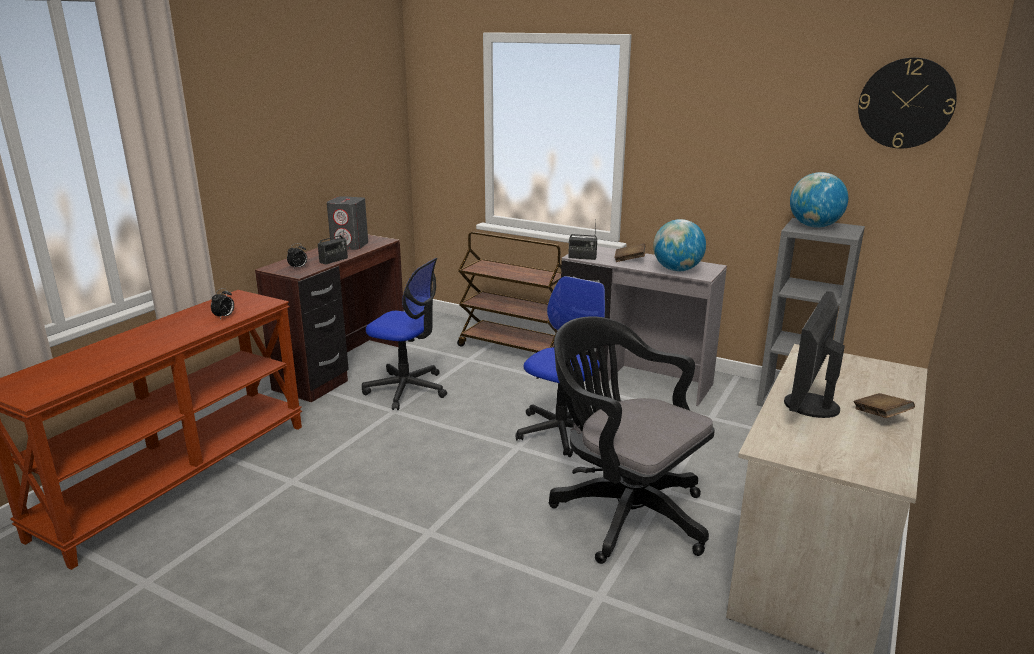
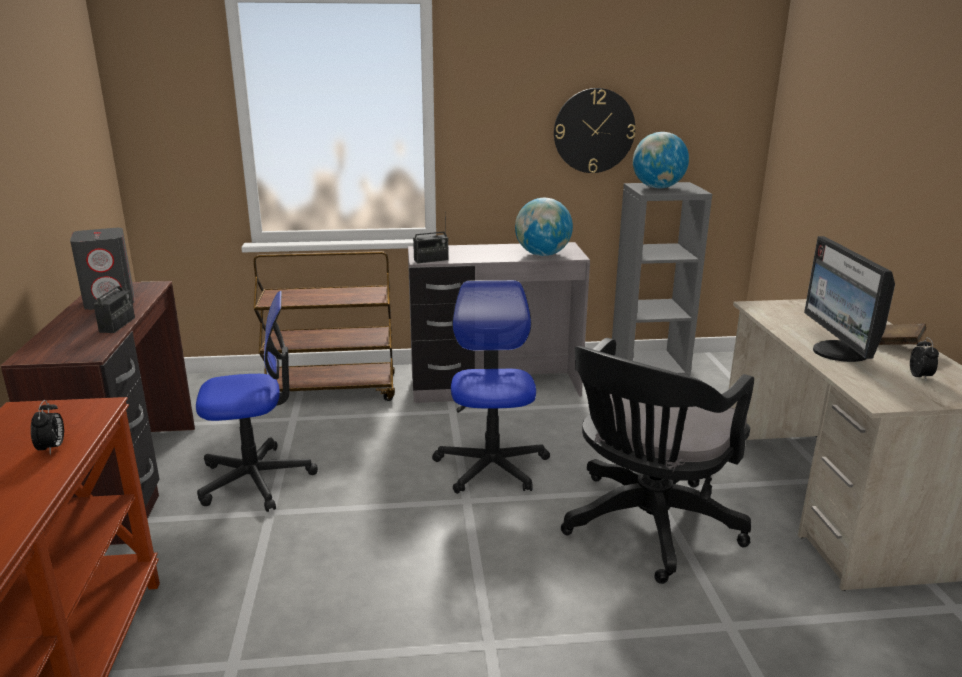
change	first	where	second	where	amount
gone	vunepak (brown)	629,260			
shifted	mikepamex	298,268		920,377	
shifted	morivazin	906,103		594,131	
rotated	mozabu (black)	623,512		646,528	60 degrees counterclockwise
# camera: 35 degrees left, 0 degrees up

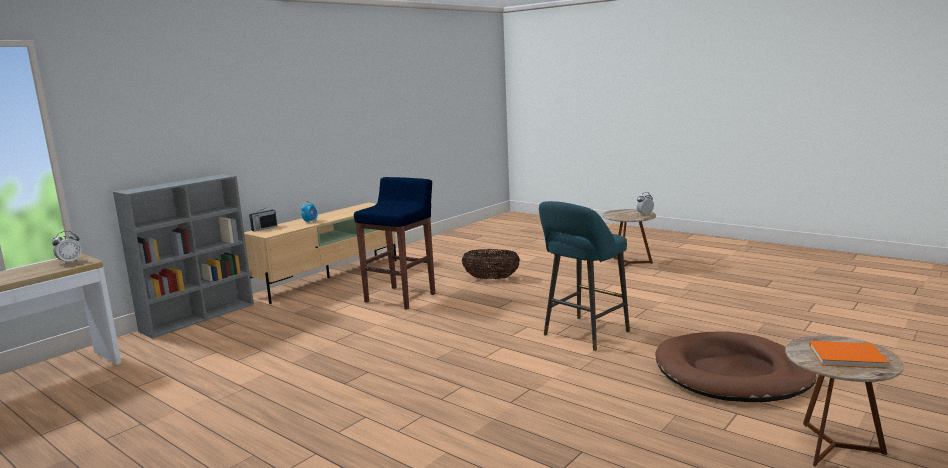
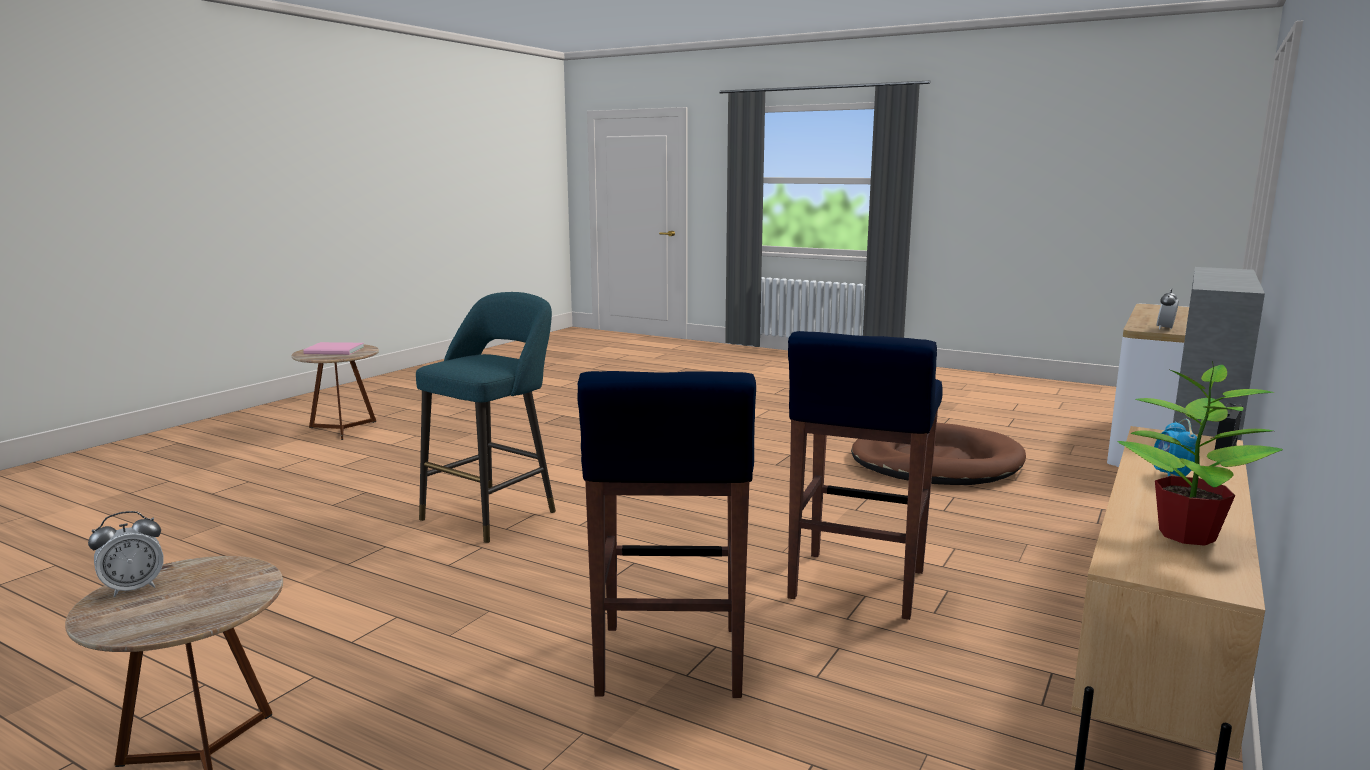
change	first	where	second	where	amount
new			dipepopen	1185,535	
shifted	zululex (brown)	732,373		935,463	
swapped	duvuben	491,279	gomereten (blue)	669,662	
repainted	vunepak (orange)	844,356	vunepak (pink)	335,351	
# camera: 170 degrees right, 0 degrees up

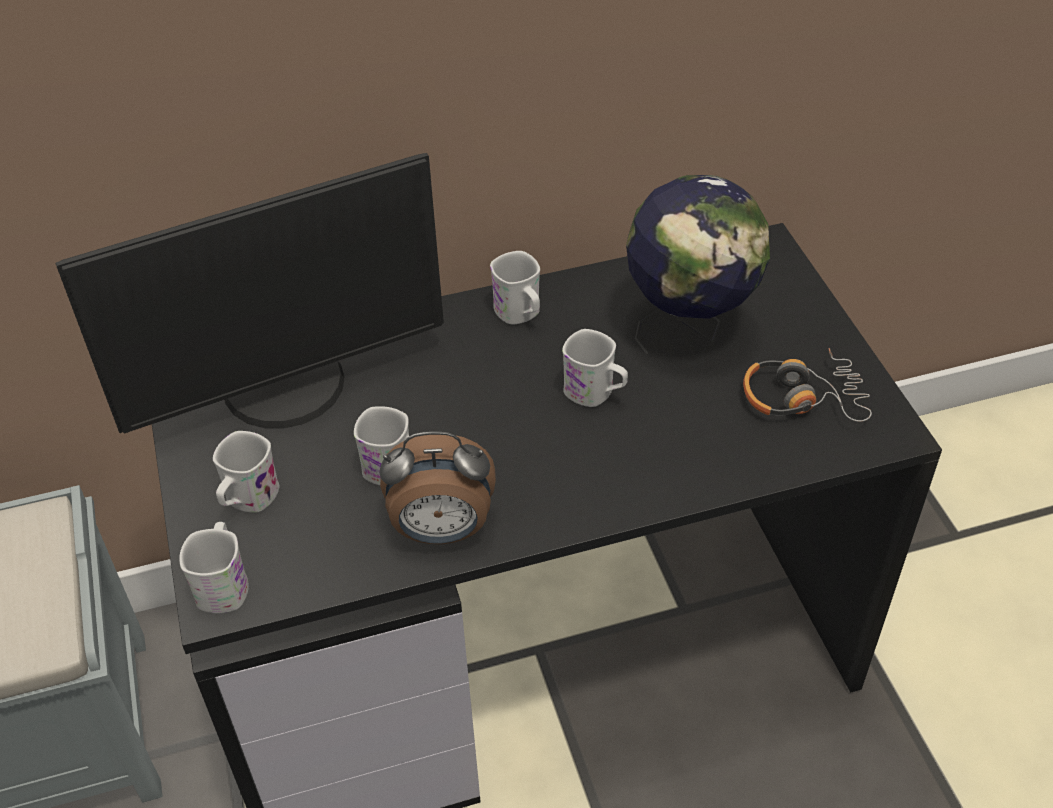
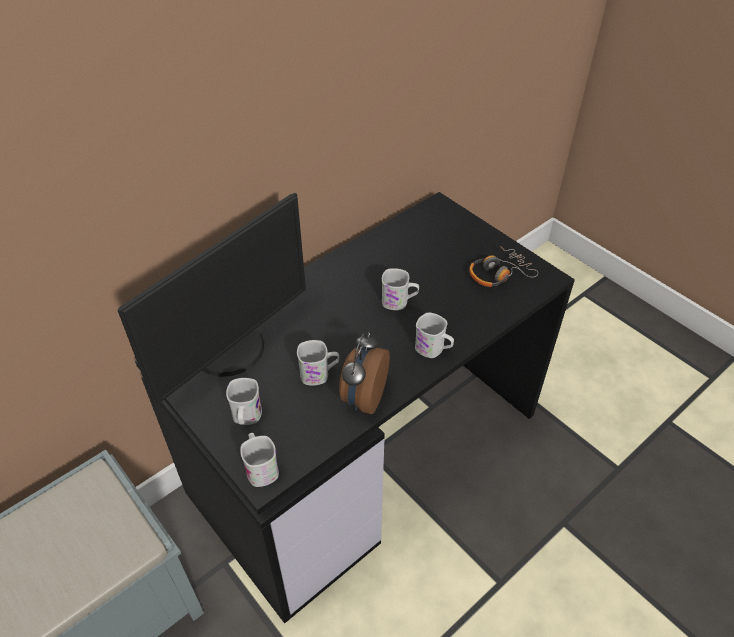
change	first	where	second	where	amount
gone	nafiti	689,327			
shifted	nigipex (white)	520,314		433,349	
rotated	mikepamex	441,530		363,397	135 degrees clockwise
# camera: 25 degrees left, 0 degrees up

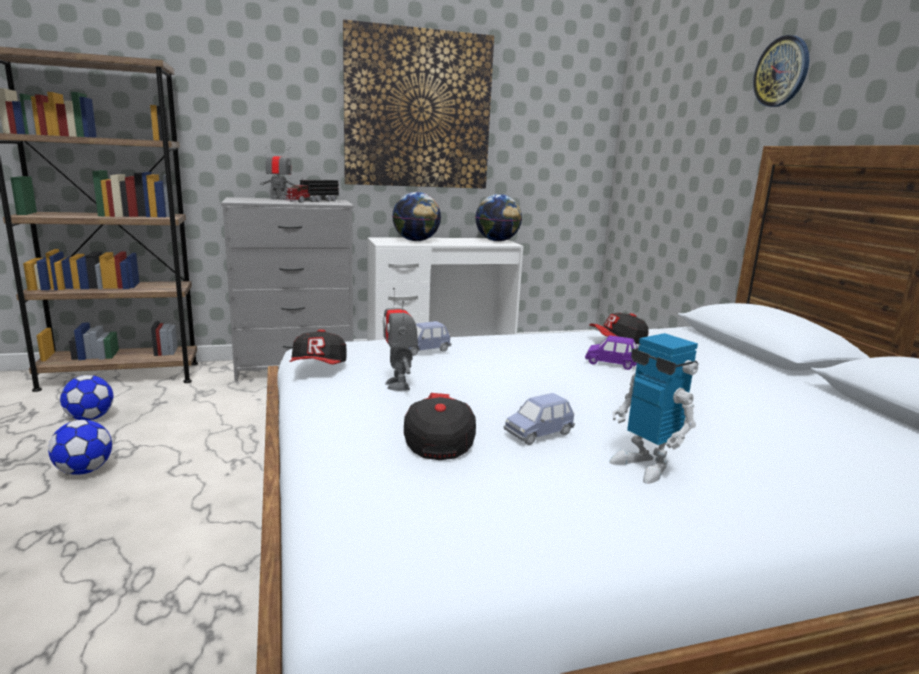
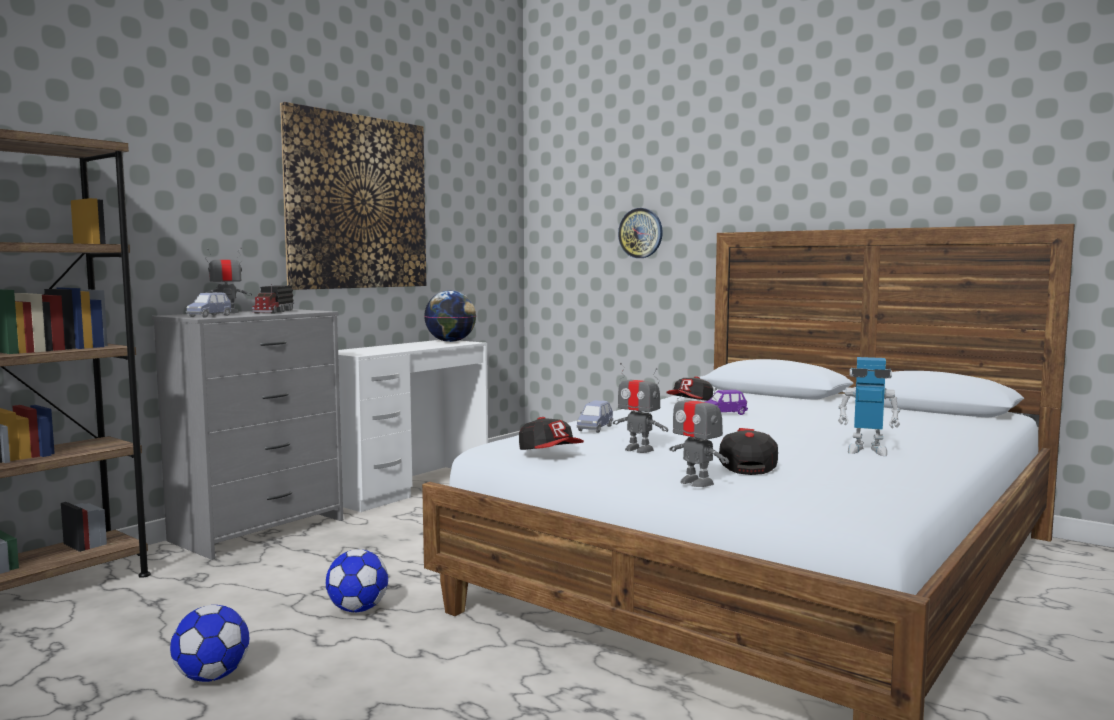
change	first	where	second	where	amount
gone	nafiti	416,241			
new			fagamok	696,482	
shifted	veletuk	90,418		357,609	
shifted	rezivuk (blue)	538,434		209,316	
shifted	morivazin	781,72		641,233	
rotated	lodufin	438,440		746,466	45 degrees clockwise
# camera: 35 degrees left, 10 degrees down

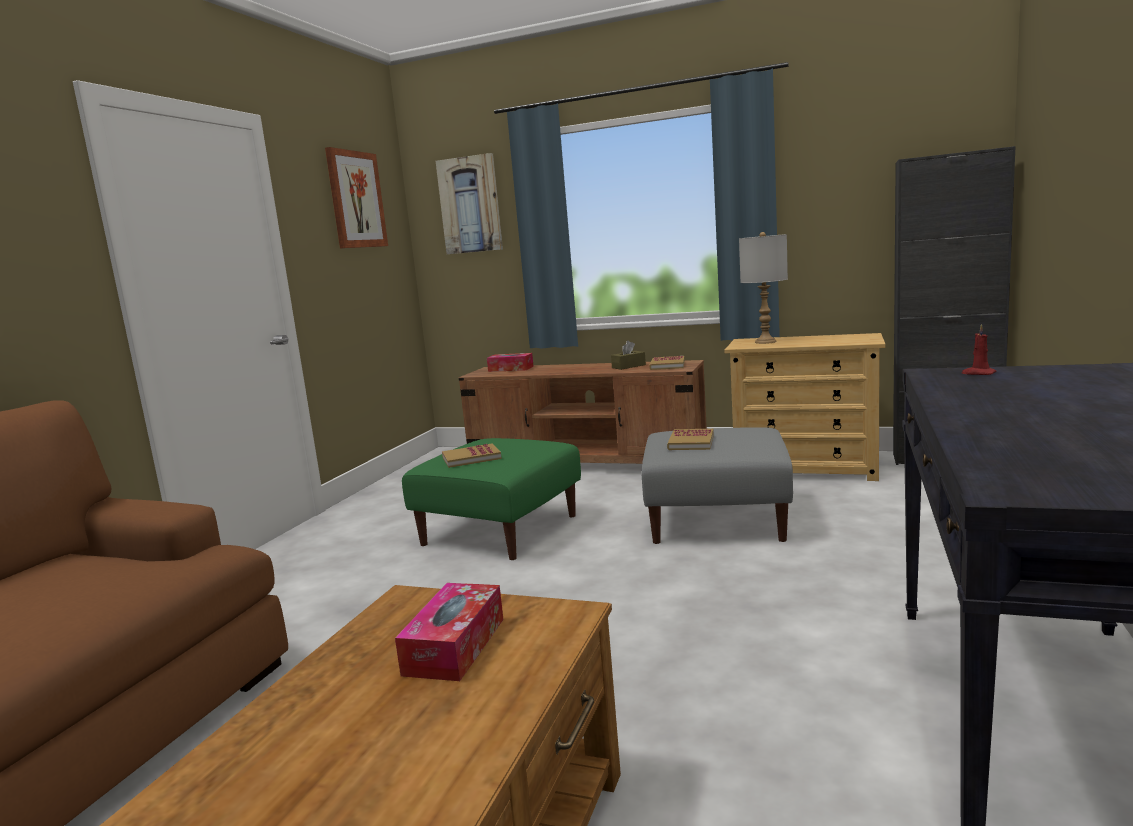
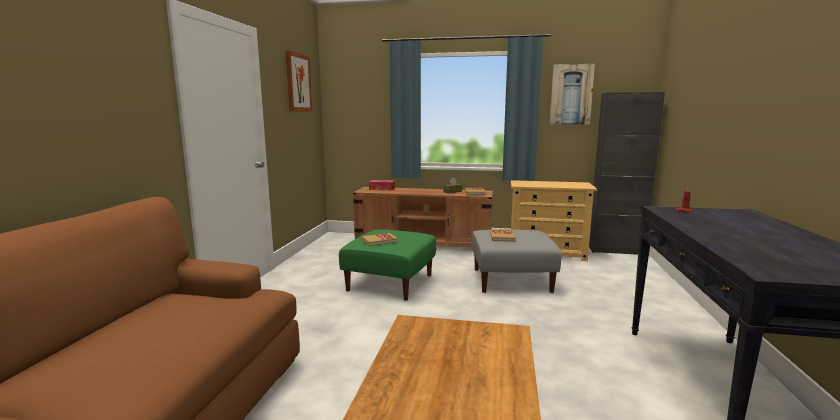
change	first	where	second	where	amount
gone	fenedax	455,646			
gone	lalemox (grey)	765,342			
shifted	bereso	470,205		571,94	
# camera: 10 degrees left, 0 degrees up

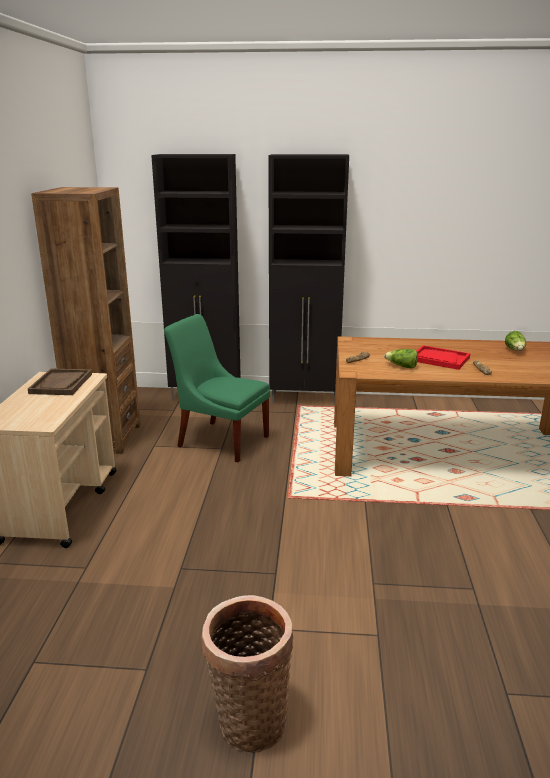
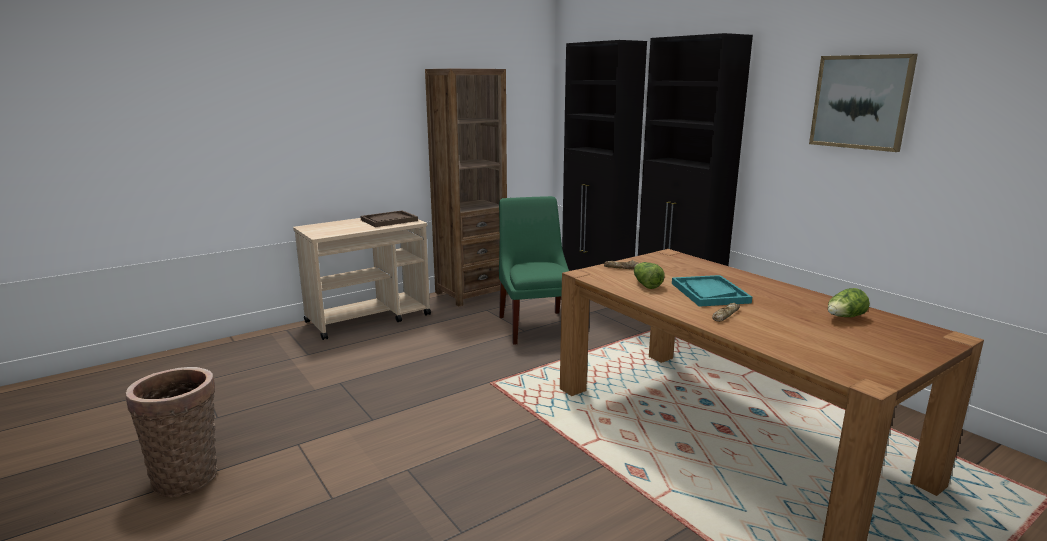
change	first	where	second	where	amount
new			bereso	861,102	
repainted	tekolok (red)	439,359	tekolok (turquoise)	709,293	
# camera: 50 degrees right, 5 degrees down

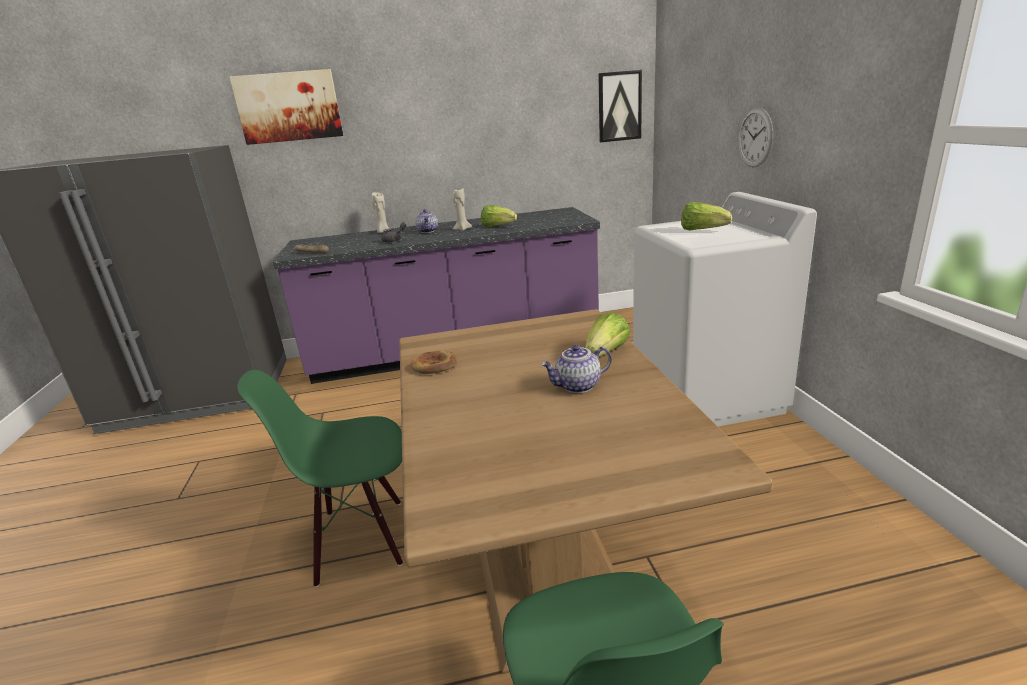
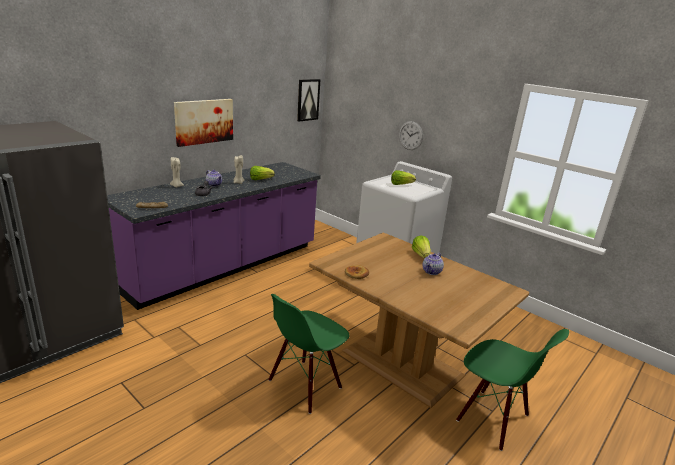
change	first	where	second	where	amount
shifted	bereso	289,107		204,121	
# camera: 40 degrees left, 0 degrees up

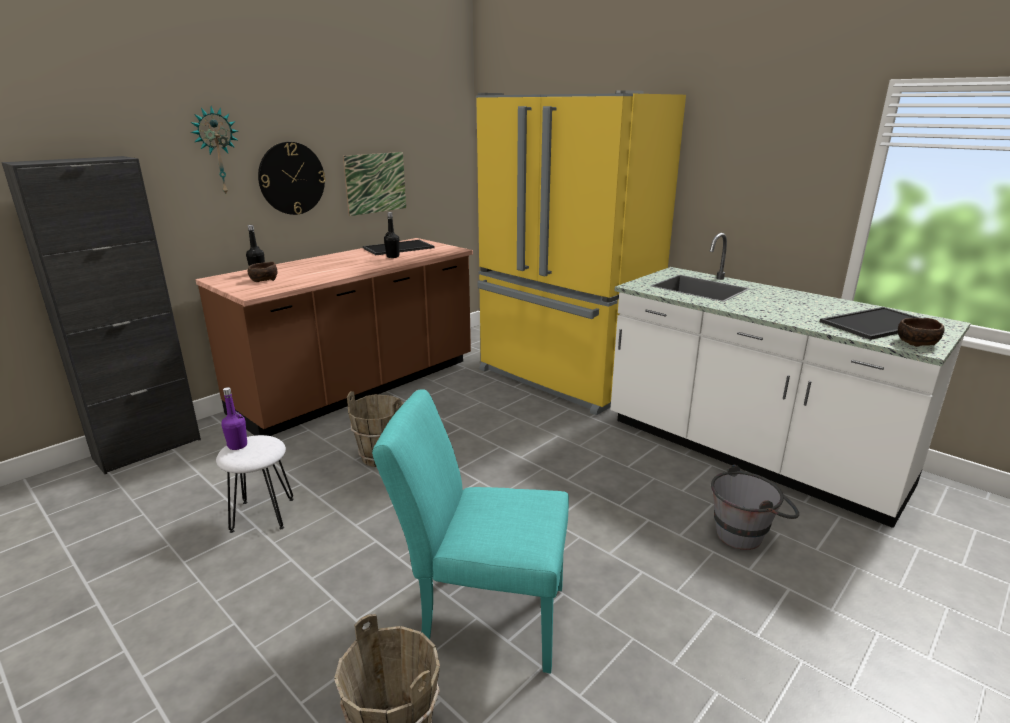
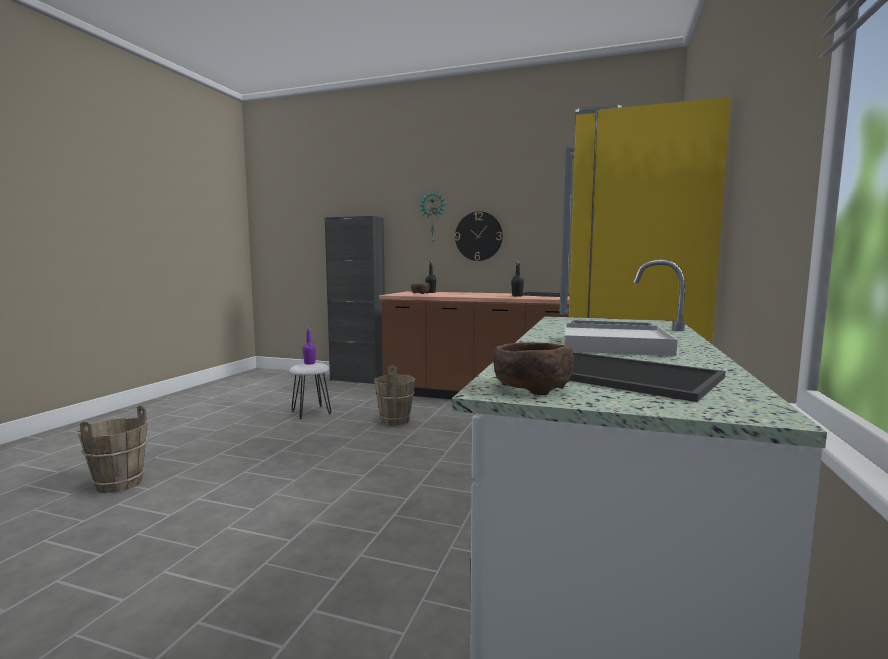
change	first	where	second	where	amount
gone	bereso	375,183			
gone	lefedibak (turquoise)	482,615			
gone	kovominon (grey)	747,534			
new			tekolok (white)	614,345	
# camera: 65 degrees right, 15 degrees down

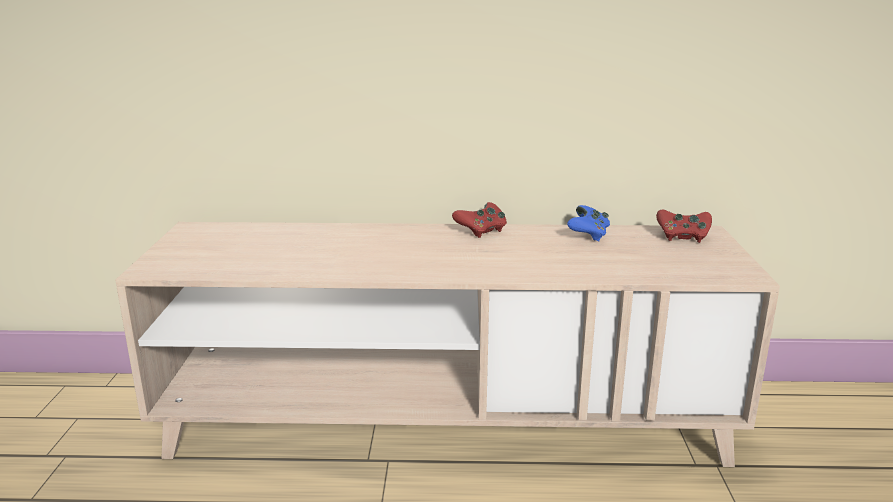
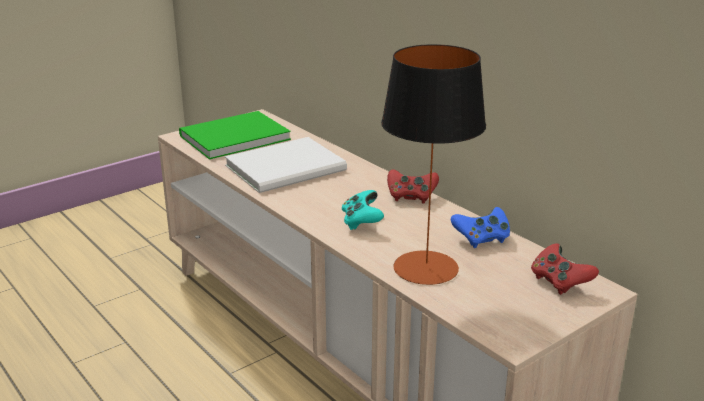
change	first	where	second	where	amount
new			vunepak (green)	231,137	
new			vunepak (white)	289,168	
new			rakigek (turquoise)	361,222	
new			lalemox	426,268	
# camera: 50 degrees right, 5 degrees up

